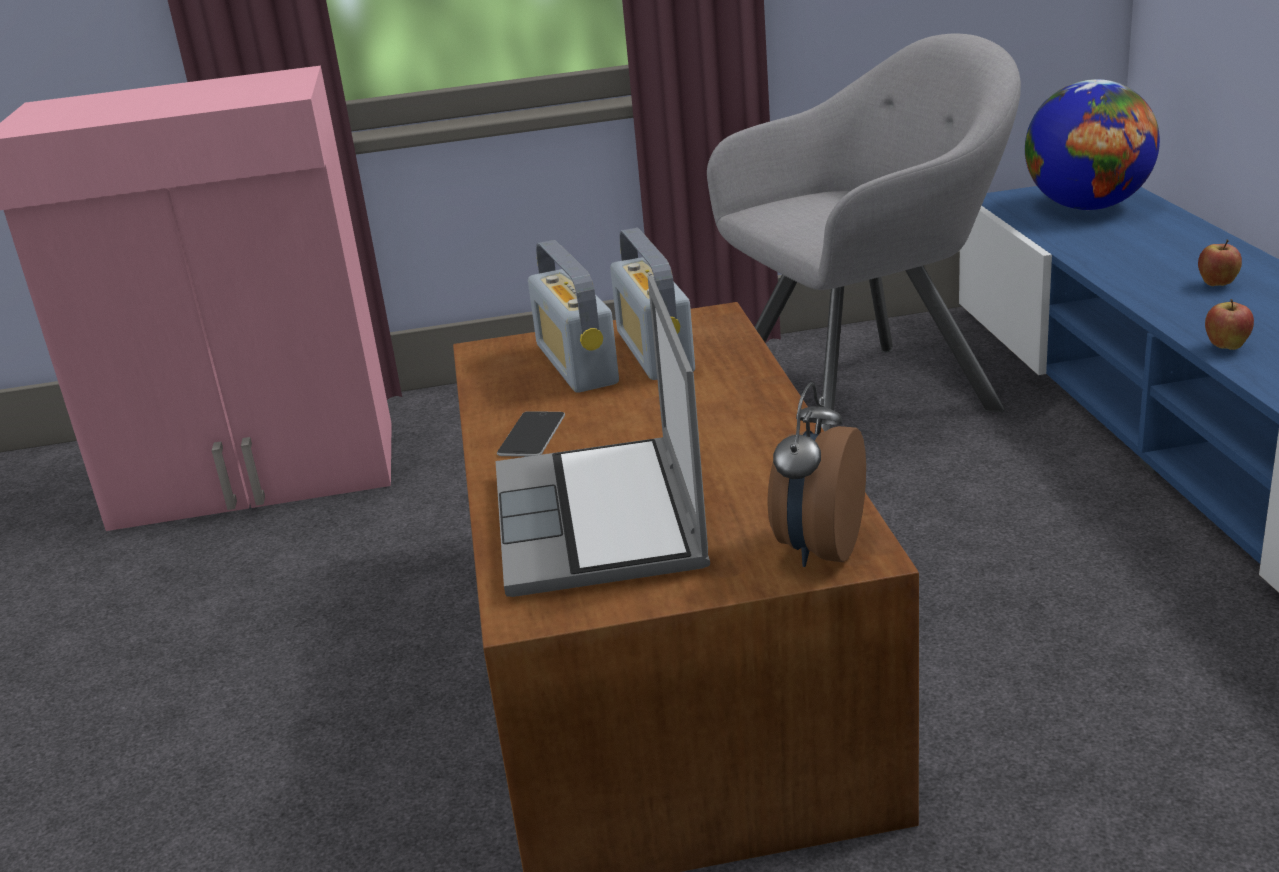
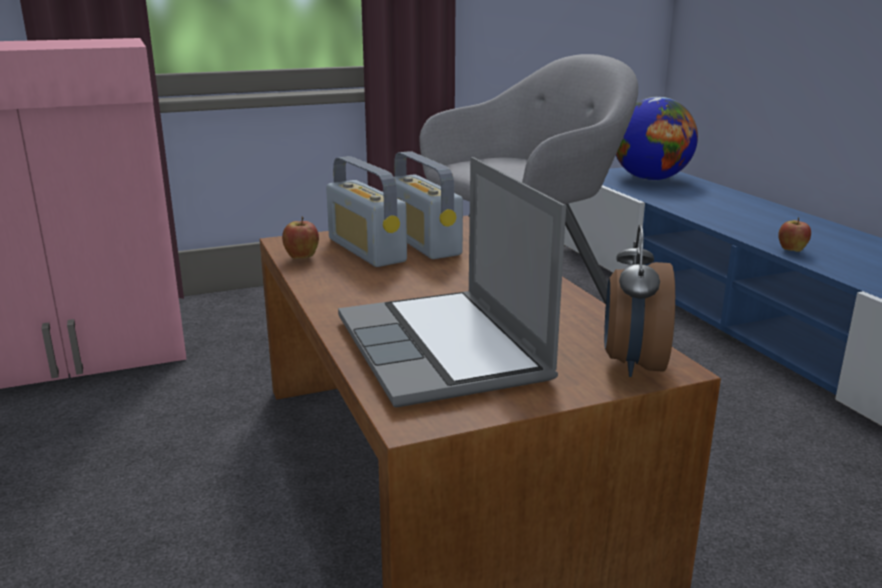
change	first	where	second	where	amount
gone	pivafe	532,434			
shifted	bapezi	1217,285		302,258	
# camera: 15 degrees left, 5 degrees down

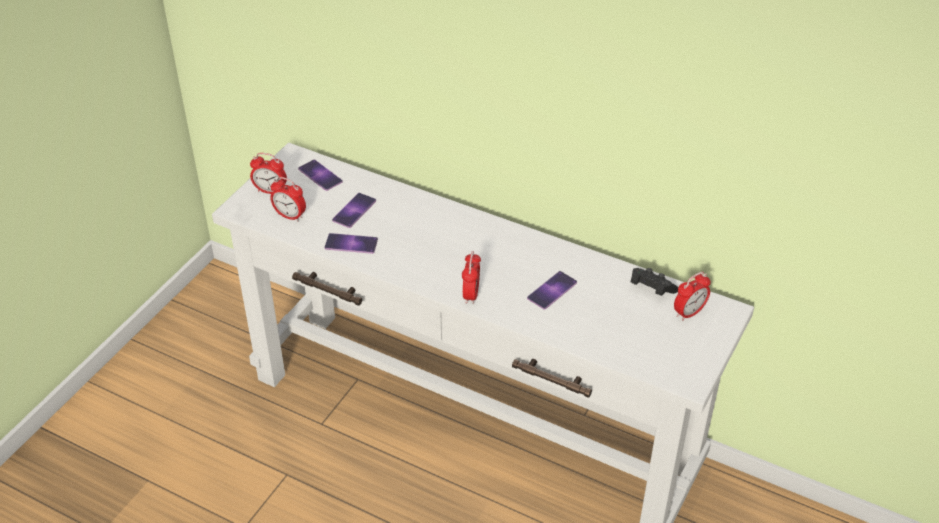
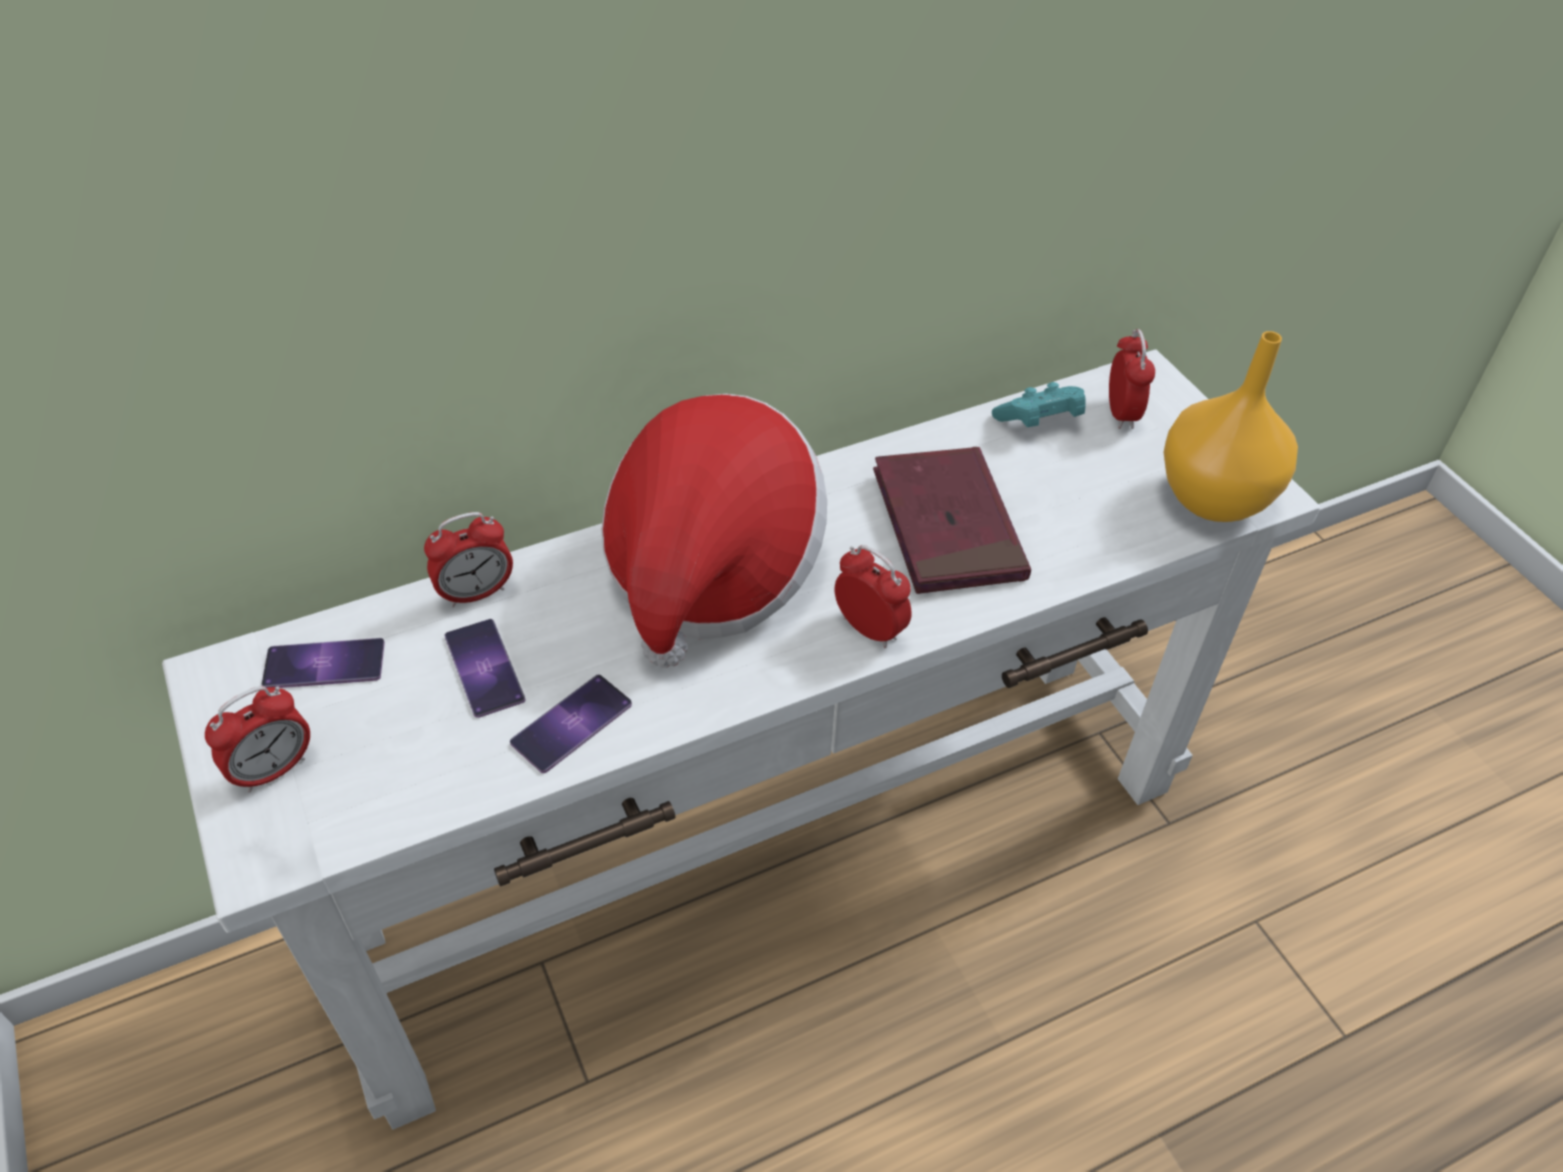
change	first	where	second	where	amount
new			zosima	711,569	
new			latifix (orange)	1216,498	
shifted	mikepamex	290,216		476,593	
swapped	pivafe	552,290	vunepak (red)	947,525	
repainted	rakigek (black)	651,289	rakigek (turquoise)	1039,422	
# camera: 55 degrees left, 5 degrees up

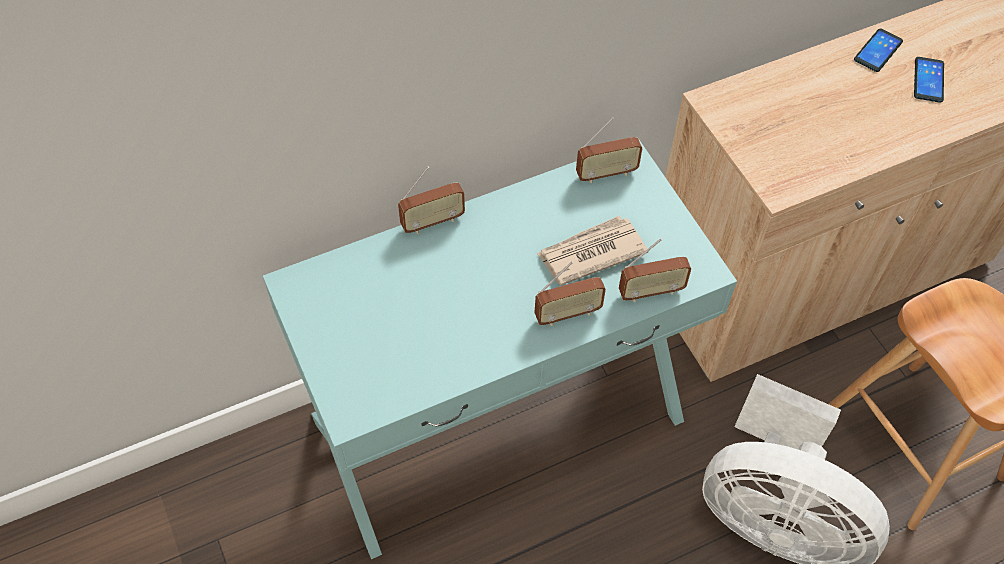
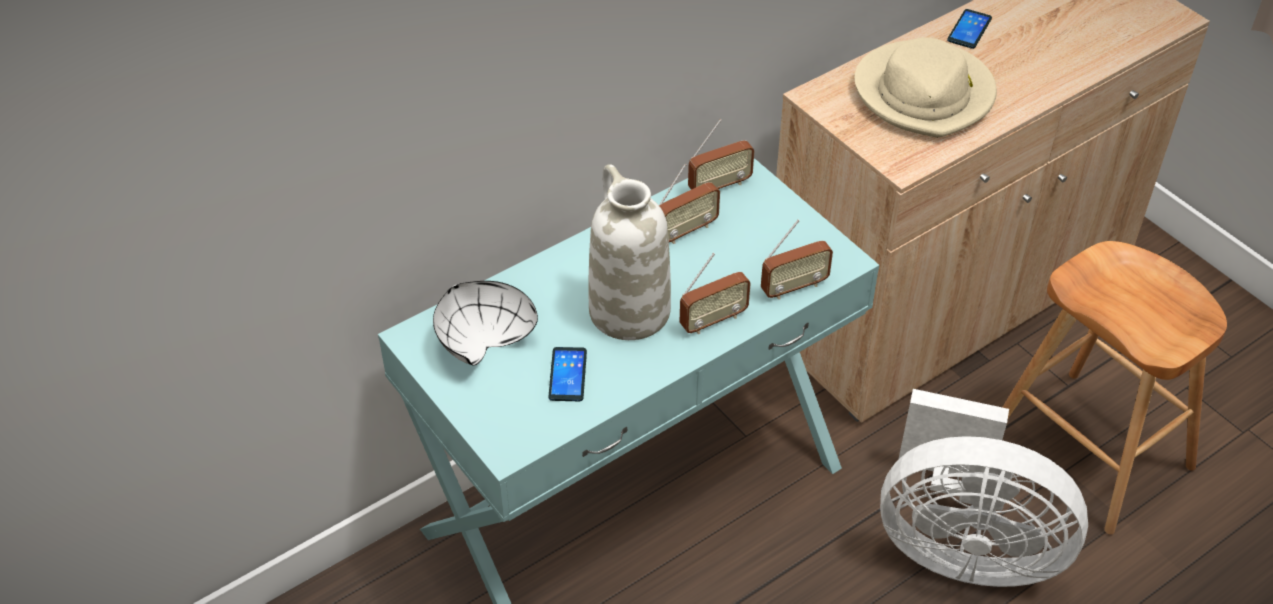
change	first	where	second	where	amount
gone	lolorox	590,253			
new			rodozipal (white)	480,341	
new			latifix (white)	628,310	
new			zosima (beige)	925,94	
shifted	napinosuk	432,222		686,231	
shifted	pivafe	928,80		567,375	
# camera: 10 degrees left, 10 degrees down

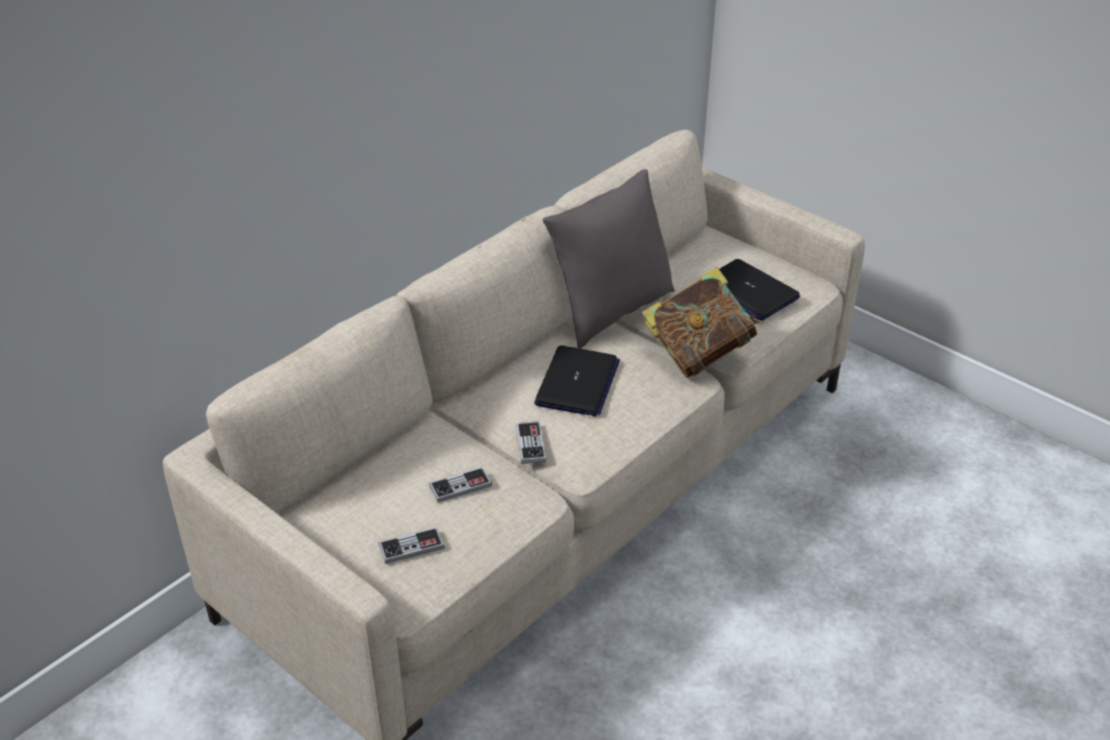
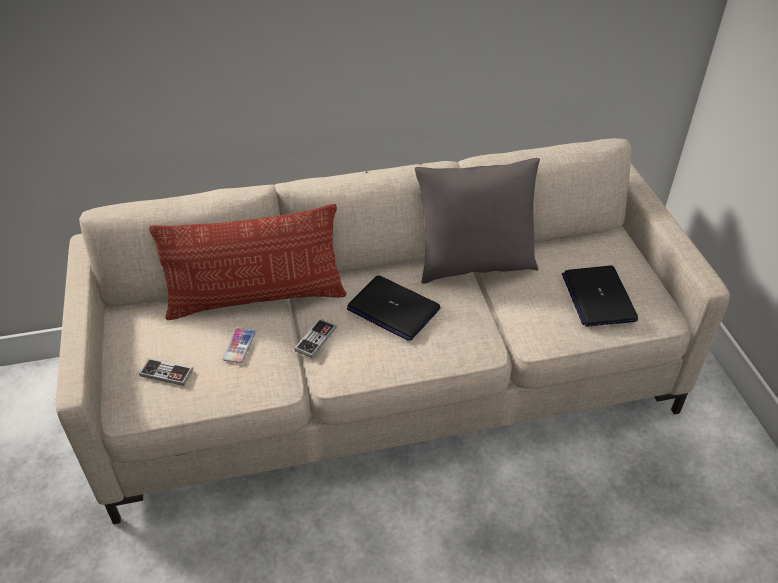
change	first	where	second	where	amount
gone	vunepak	698,354			
new			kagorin	256,298	
swapped	rakigek	460,486	pivafe	239,346	
rotated	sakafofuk	577,383		393,309	75 degrees clockwise
# camera: 35 degrees right, 5 degrees up

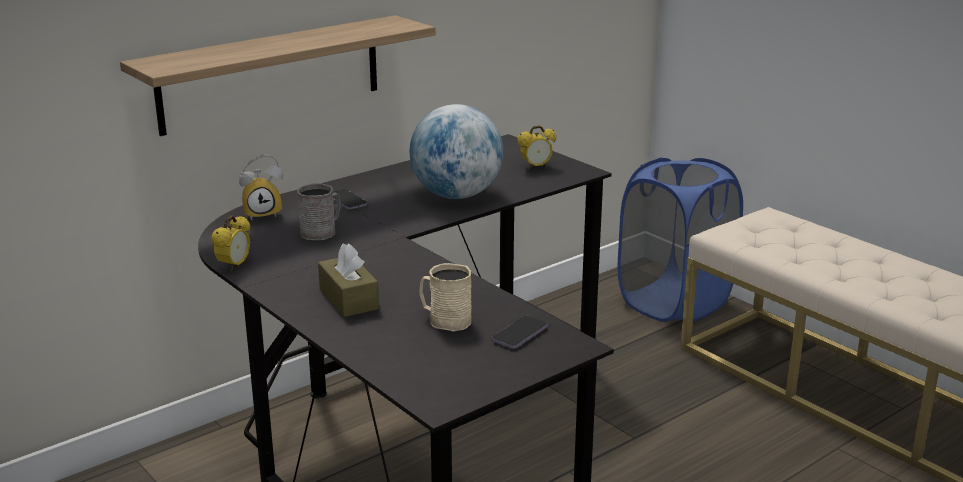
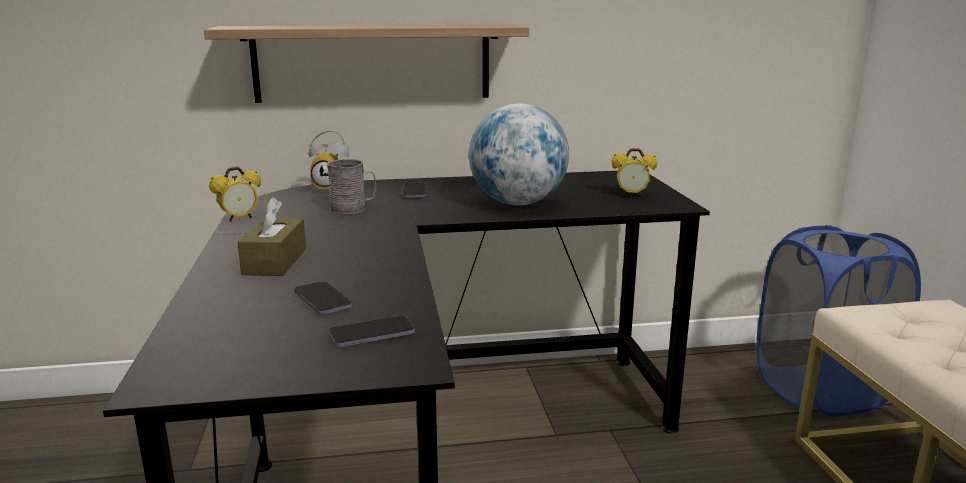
change	first	where	second	where	amount
swapped	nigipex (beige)	445,320	pivafe	323,300	
# camera: 30 degrees right, 5 degrees down

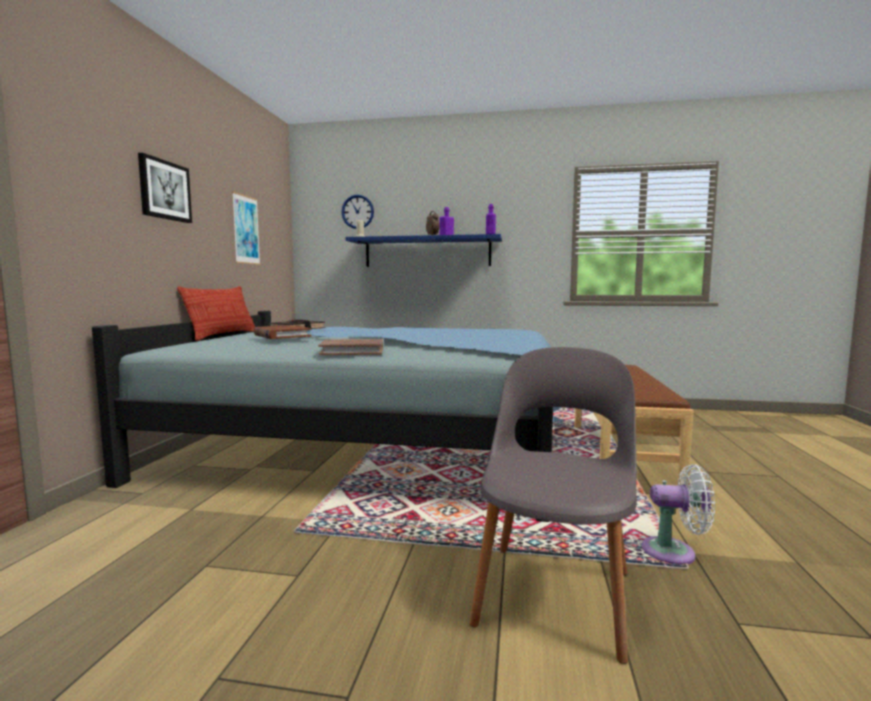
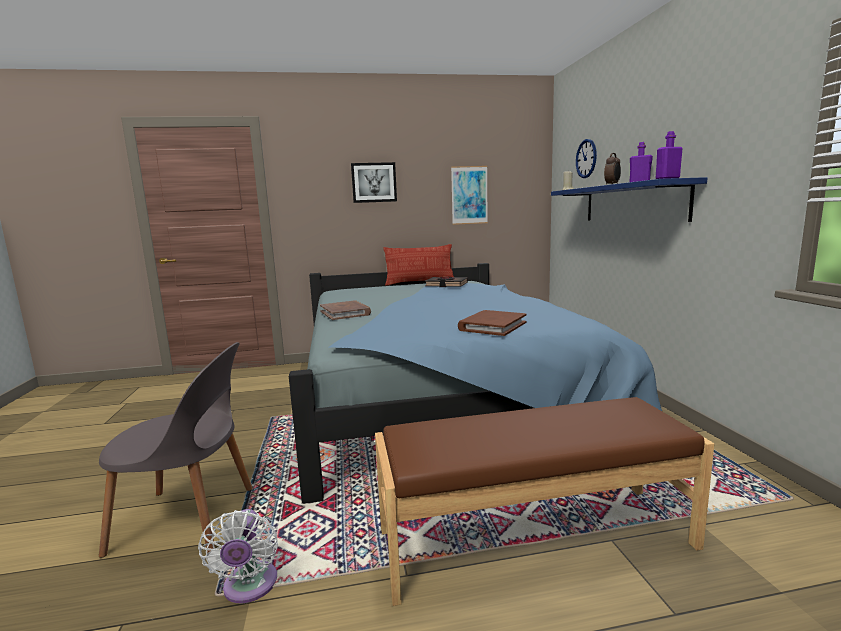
change	first	where	second	where	amount
shifted	vunepak (brown)	281,335		492,326	
# camera: 70 degrees right, 5 degrees up

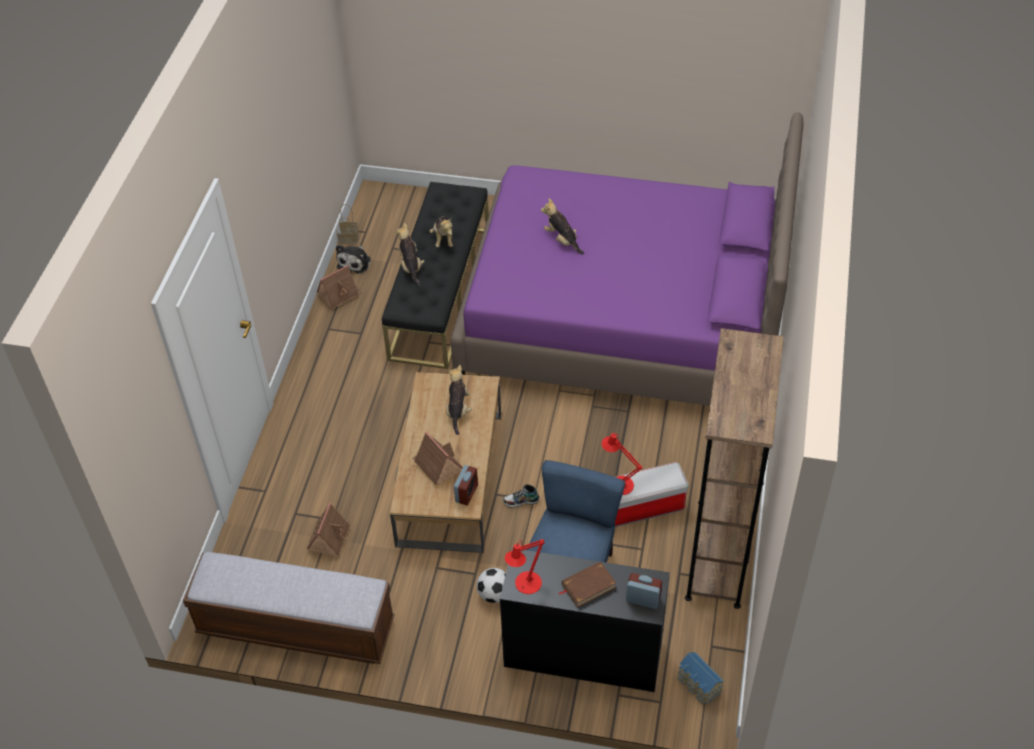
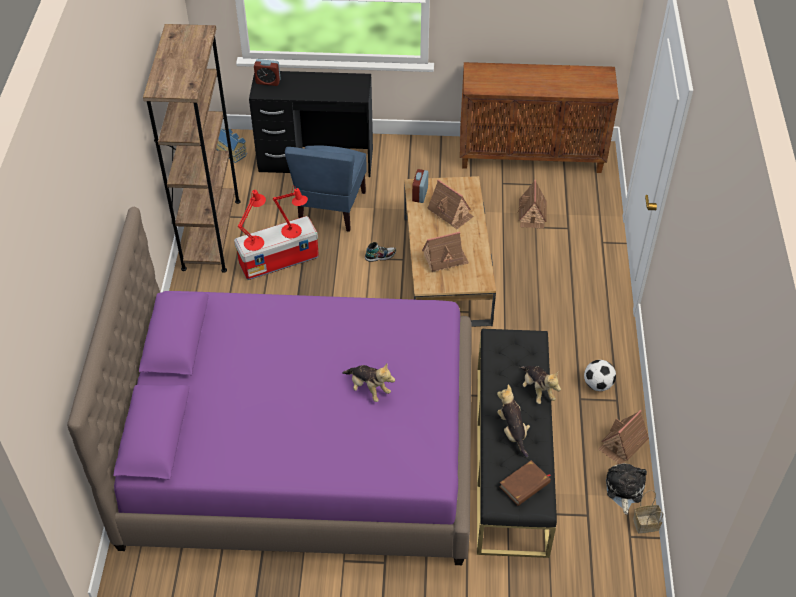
change	first	where	second	where	amount
shifted	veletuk	494,594		598,384	
shifted	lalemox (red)	525,585		256,241	
shifted	vunepak (brown)	588,586		525,485	
swapped	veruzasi	296,627	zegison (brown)	531,155	
swapped	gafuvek	458,410	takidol	445,259	
# camera: 170 degrees right, 0 degrees up

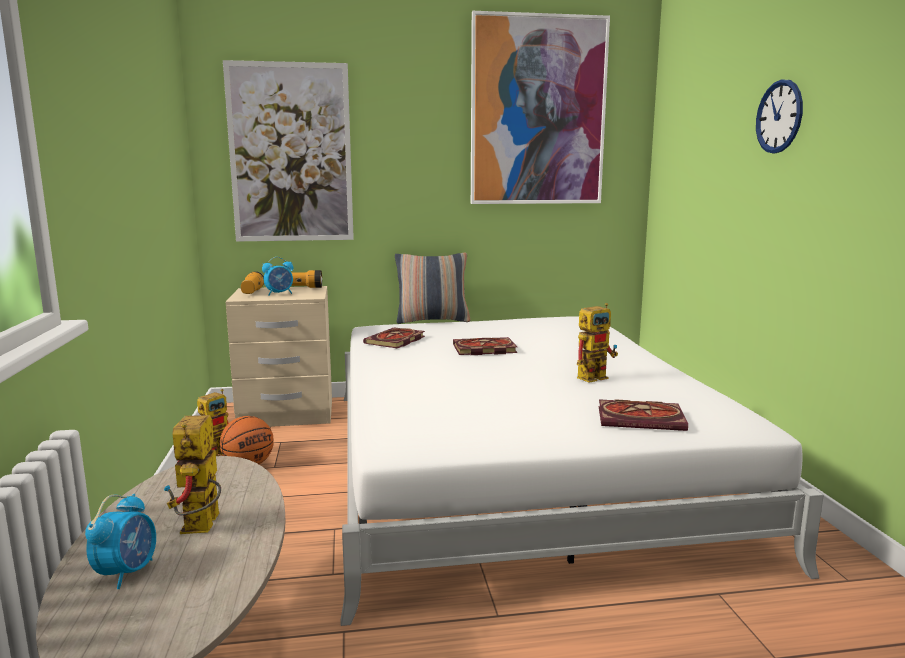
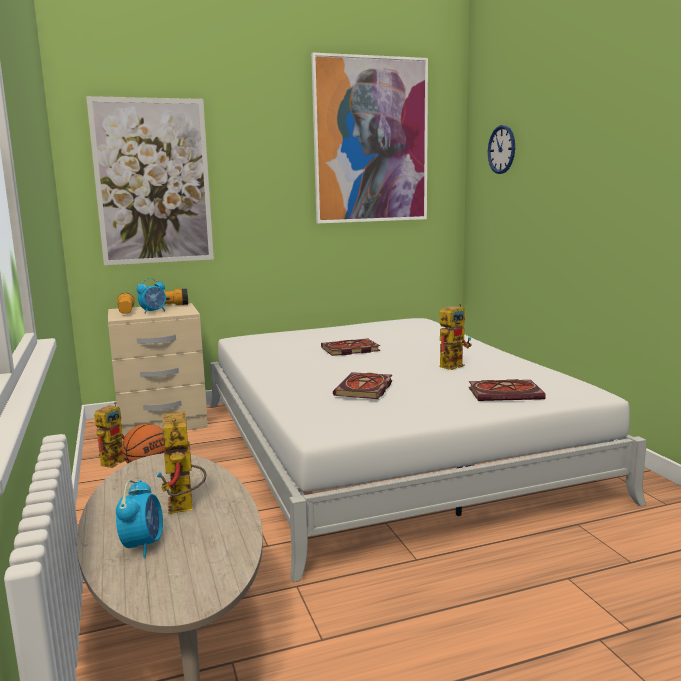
change	first	where	second	where	amount
gone	kagorin	432,320			
shifted	vunepak	395,341		365,389	
shifted	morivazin	779,116		501,149	
# camera: 10 degrees left, 0 degrees up

